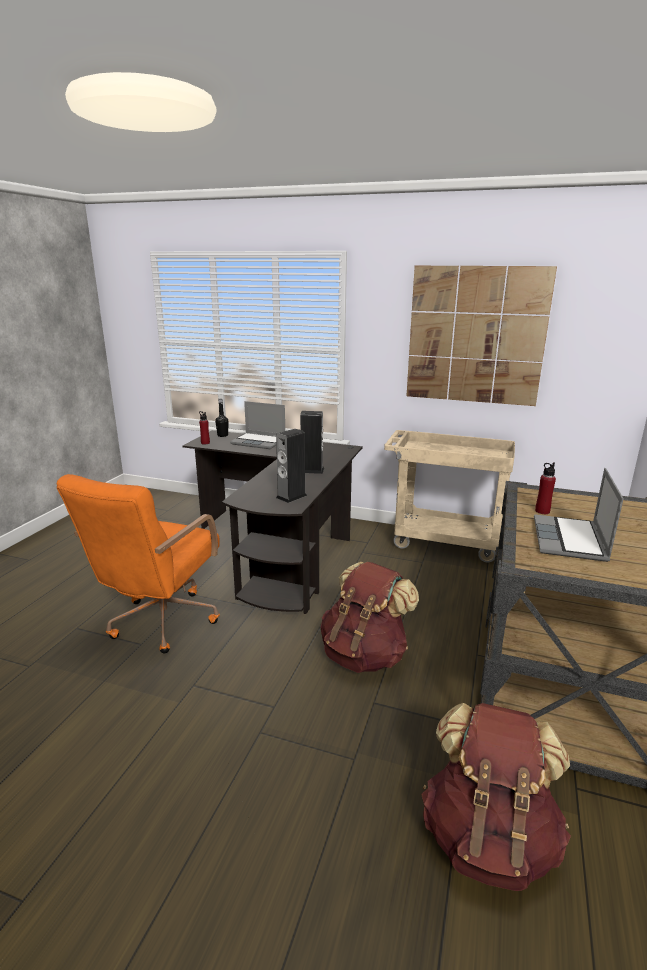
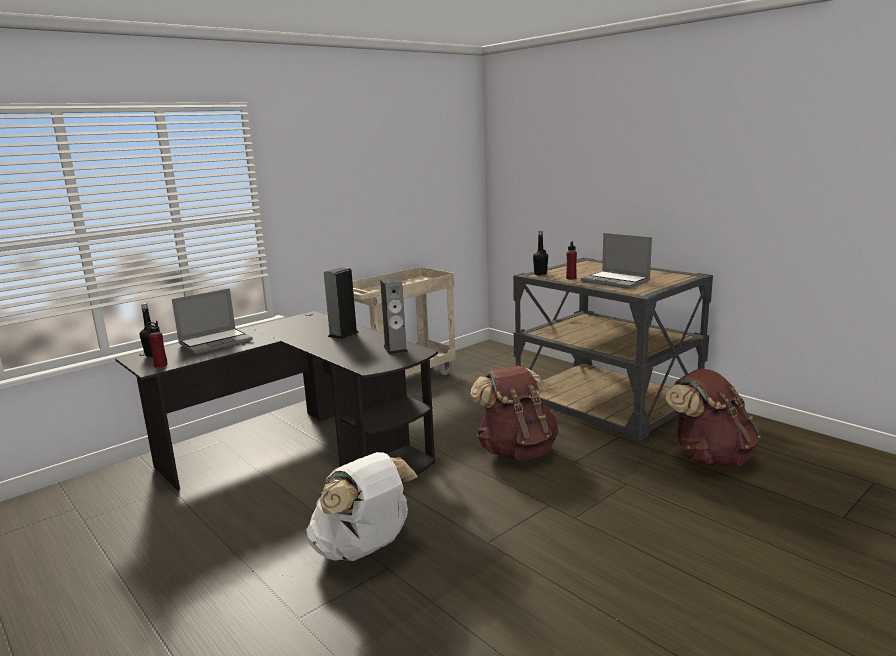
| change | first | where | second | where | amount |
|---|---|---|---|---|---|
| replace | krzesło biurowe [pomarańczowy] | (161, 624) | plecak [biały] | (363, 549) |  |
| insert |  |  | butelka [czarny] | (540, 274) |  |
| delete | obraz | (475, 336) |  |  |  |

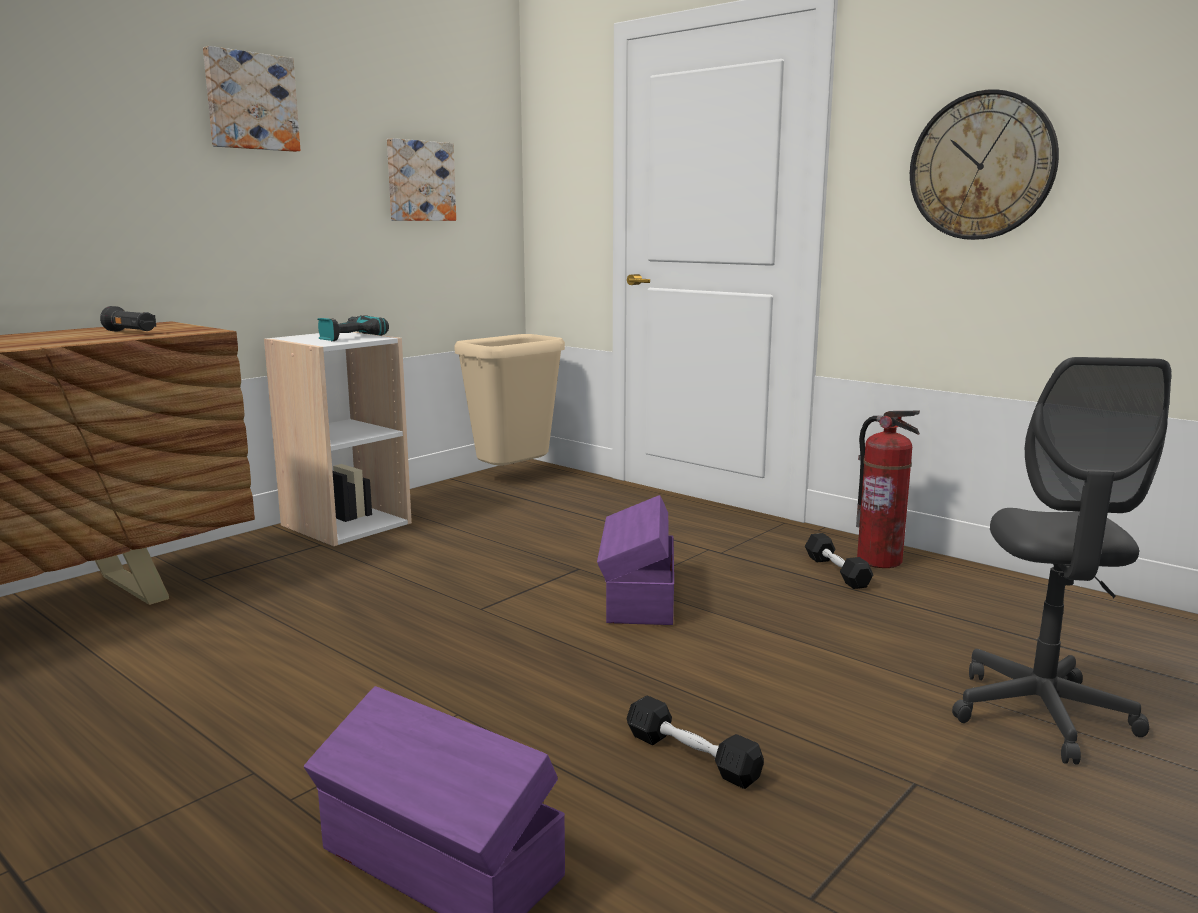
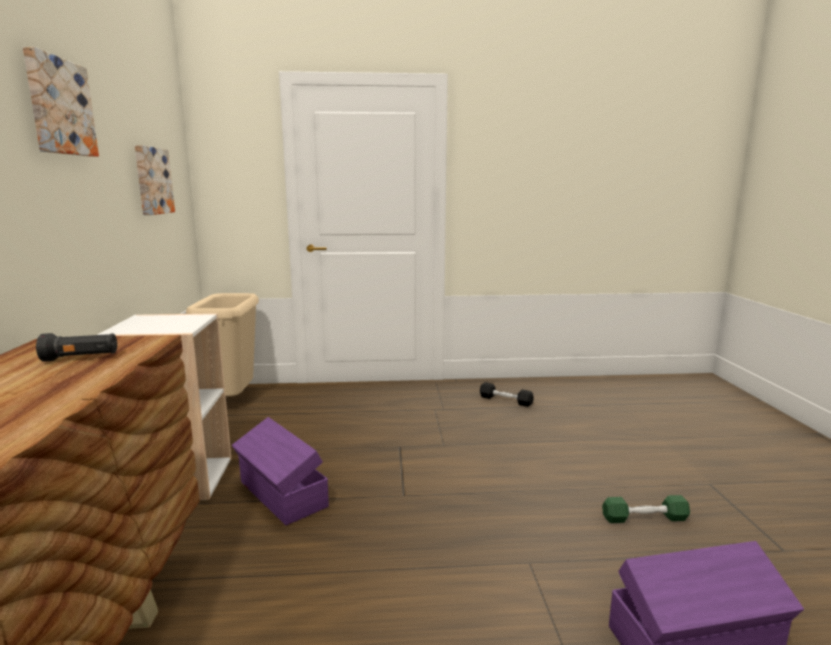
| change | first | where | second | where | amount |
|---|---|---|---|---|---|
| move | pojemnik do przechowywania [fioletowy] | (639, 596) |  | (282, 495) |  |
| recolor | hantel [czarny] | (692, 756) | hantel [zielony] | (644, 518) |  |
| delete | wiertarka | (348, 337) |  |  |  |
| delete | gaśnica | (879, 560) |  |  |  |
| delete | zegar ścienny | (982, 166) |  |  |  |
| delete | krzesło biurowe [szary] | (1041, 714) |  |  |  |

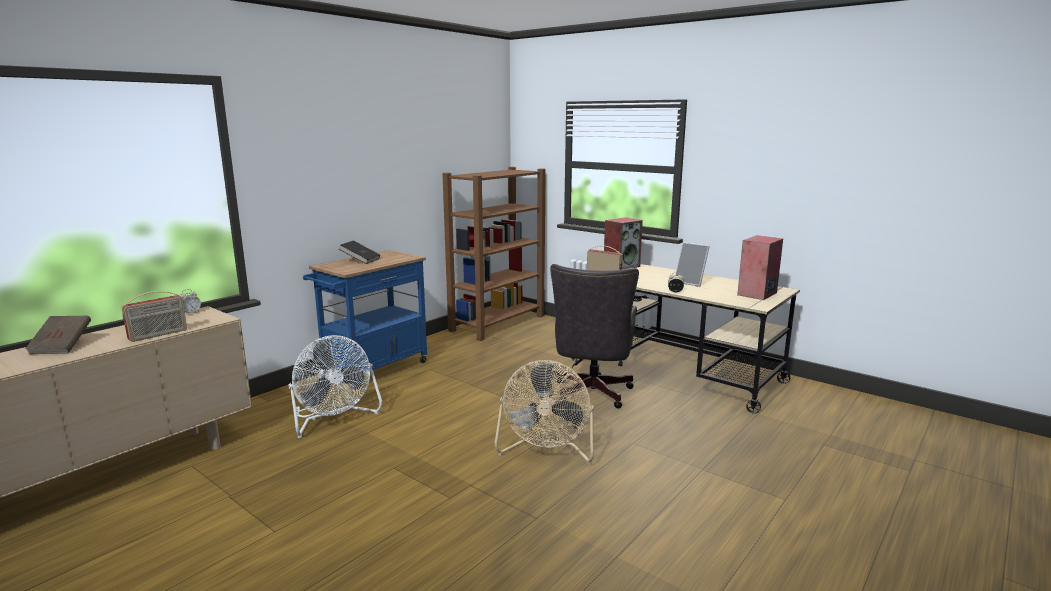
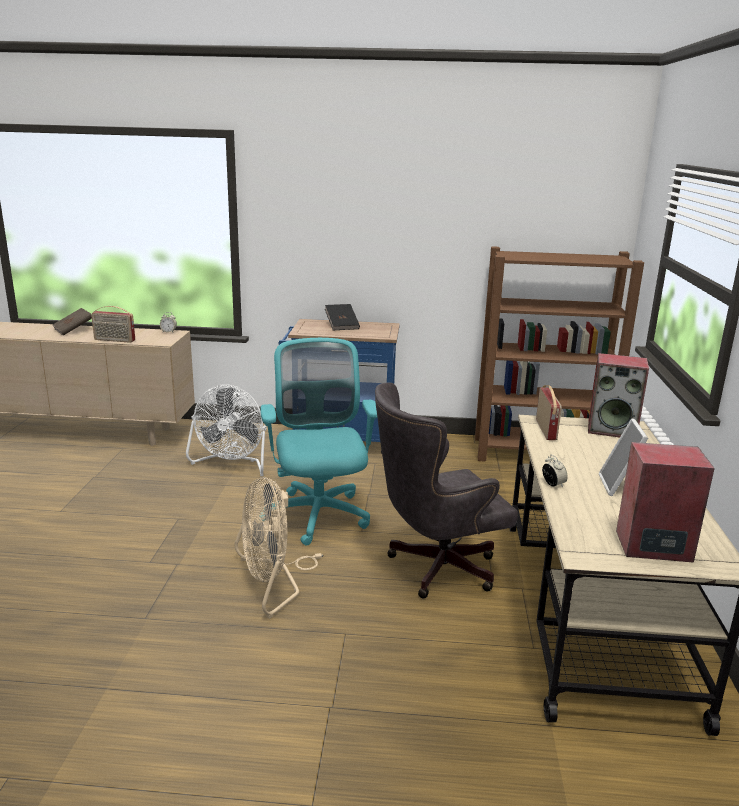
| change | first | where | second | where | amount |
|---|---|---|---|---|---|
| insert |  |  | krzesło biurowe [turkusowy] | (319, 519) |  |

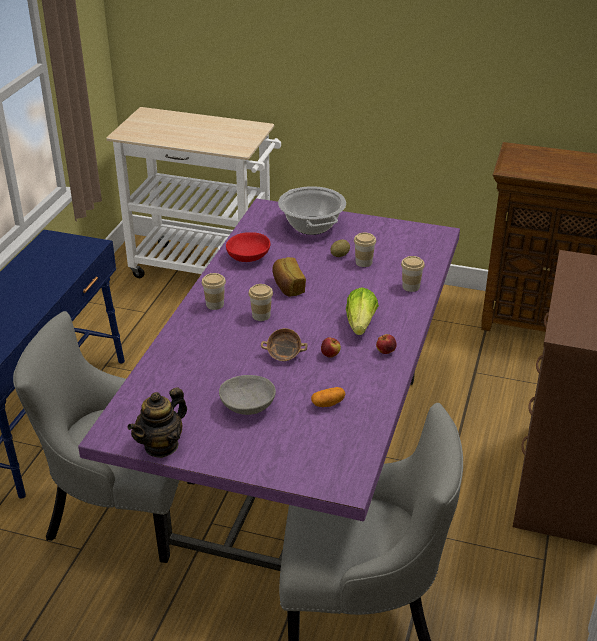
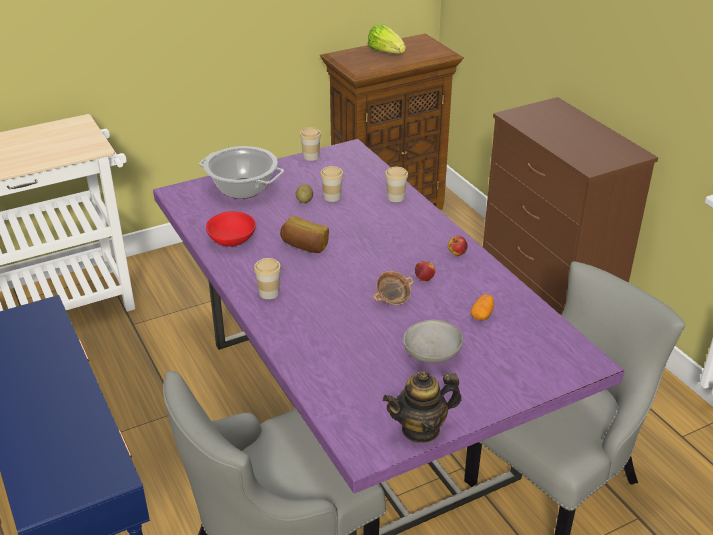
| change | first | where | second | where | amount |
|---|---|---|---|---|---|
| move | filiżanka | (261, 315) |  | (311, 156) |  |
| move | sałata | (360, 324) |  | (386, 52) |  |
| rotate | imbryk | (161, 445) |  | (421, 429) | 75 degrees clockwise |

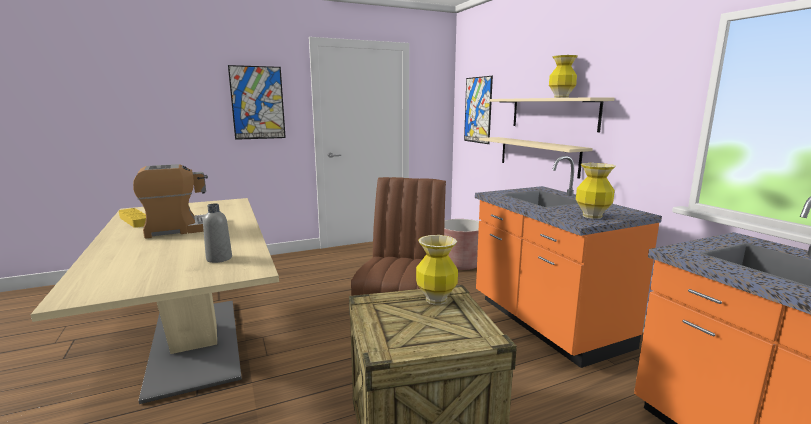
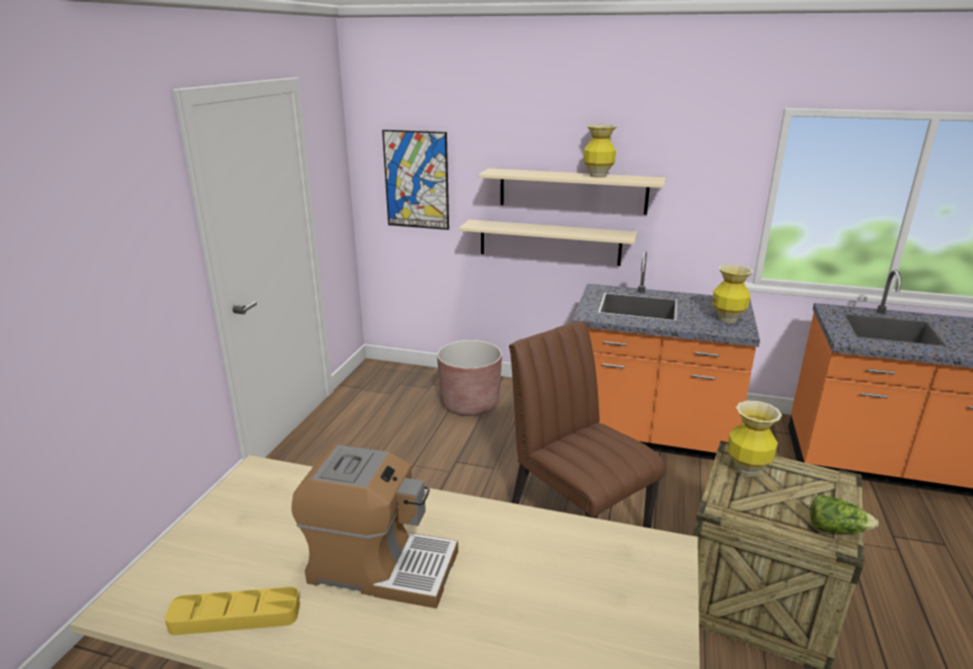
| change | first | where | second | where | amount |
|---|---|---|---|---|---|
| rotate | ekspres do kawy | (183, 228) |  | (381, 566) | 90 degrees clockwise |
| insert |  |  | sałata | (836, 529) |  |
| delete | butelka [szary] | (219, 259) |  |  |  |
| delete | obraz | (257, 103) |  |  |  |

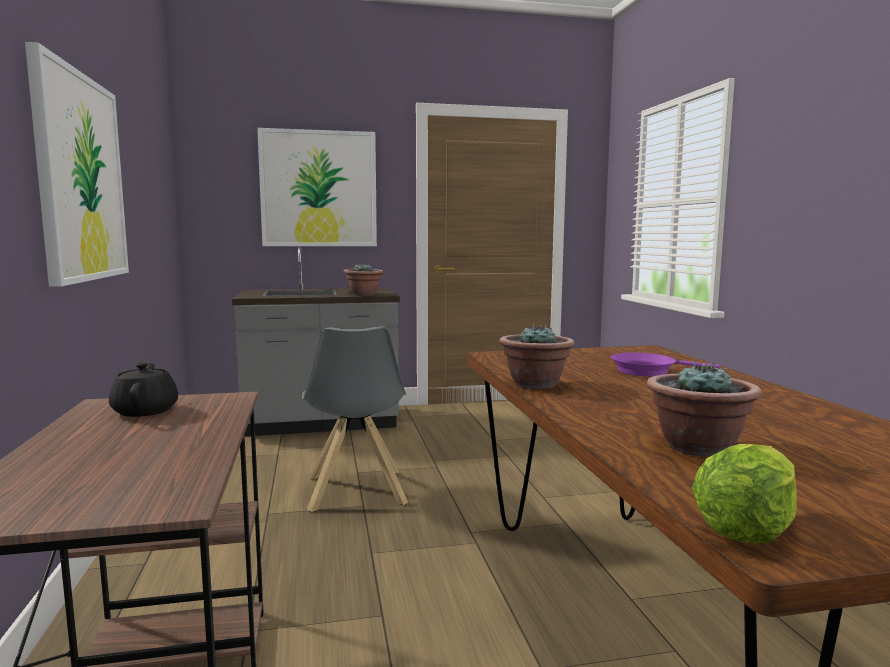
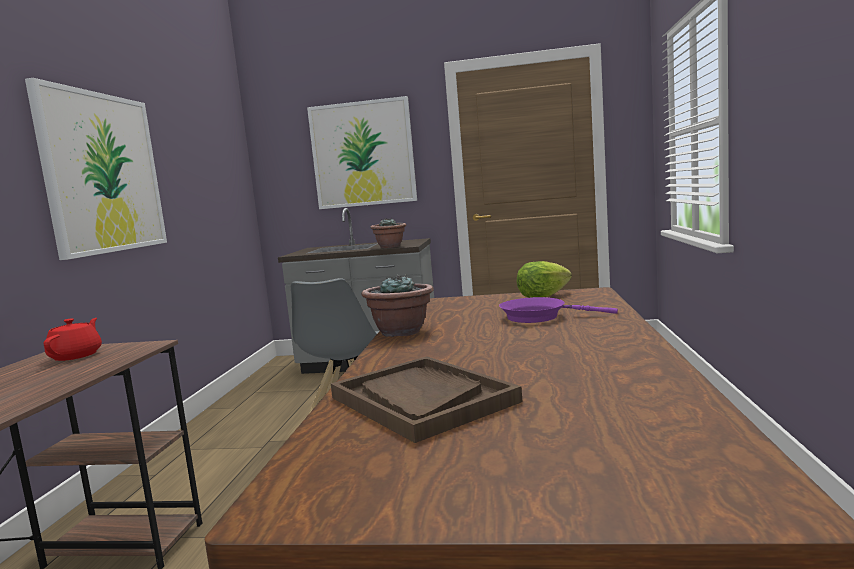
| change | first | where | second | where | amount |
|---|---|---|---|---|---|
| recolor | imbryk [czarny] | (146, 410) | imbryk [czerwony] | (77, 356) |  |
| replace | roślina doniczkowa | (697, 447) | taca [brązowy] | (421, 400) |  |
| move | sałata | (746, 528) |  | (542, 296) |  |

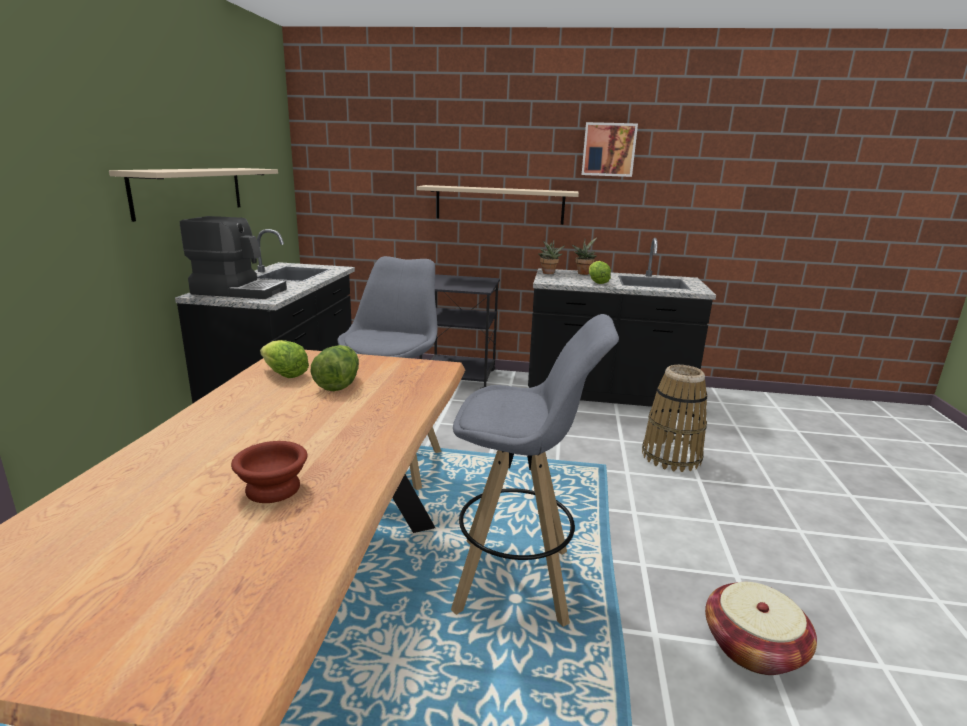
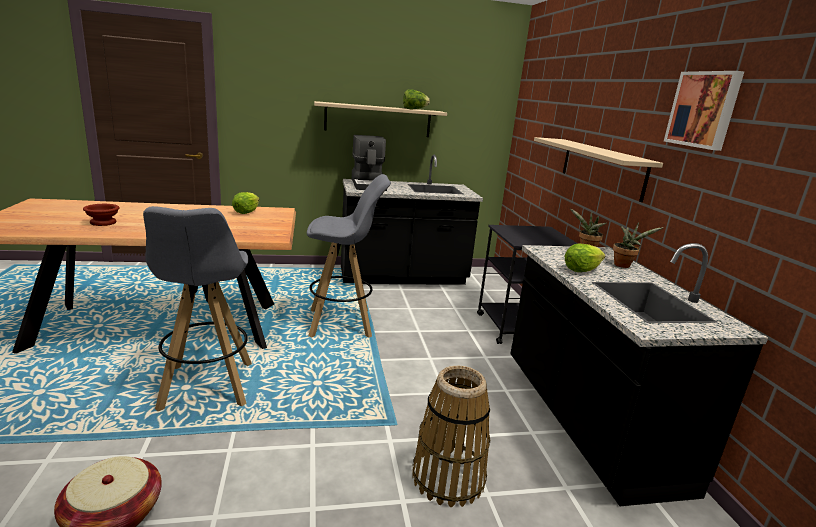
| change | first | where | second | where | amount |
|---|---|---|---|---|---|
| move | sałata | (338, 384) |  | (414, 109) |  |

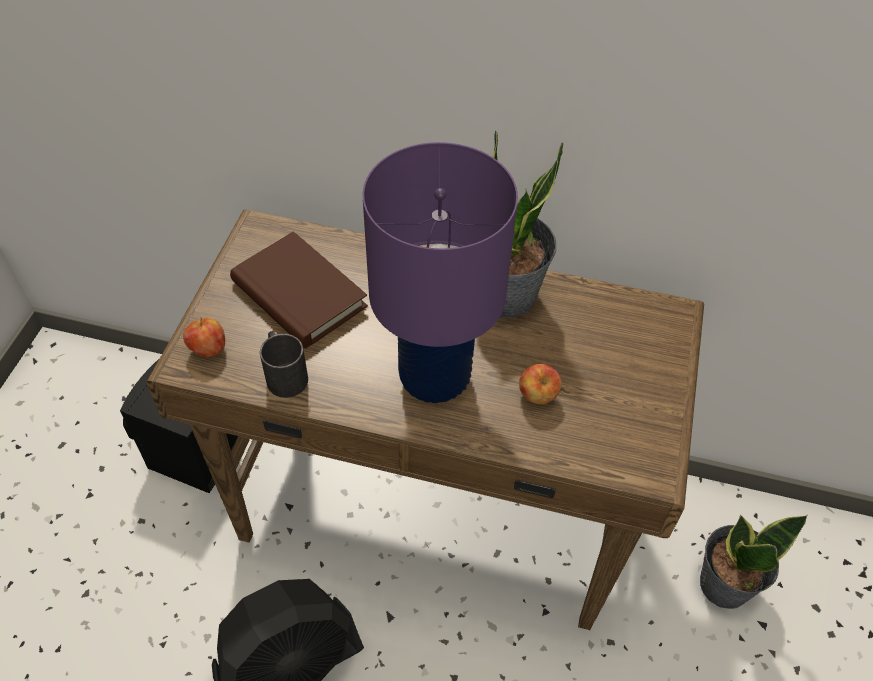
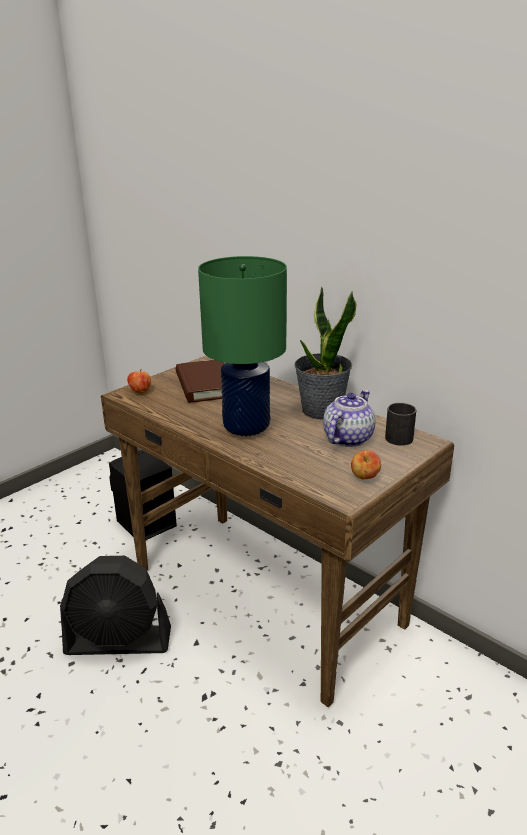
| change | first | where | second | where | amount |
|---|---|---|---|---|---|
| recolor | lampa stołowa [fioletowy] | (435, 381) | lampa stołowa [zielony] | (246, 430) |  |
| insert |  |  | imbryk | (347, 438) |  |
| move | jabłko | (537, 395) |  | (364, 478) |  |
| move | kubek [czarny] | (284, 373) |  | (398, 435) |  |
| delete | roślina doniczkowa | (723, 584) |  |  |  |

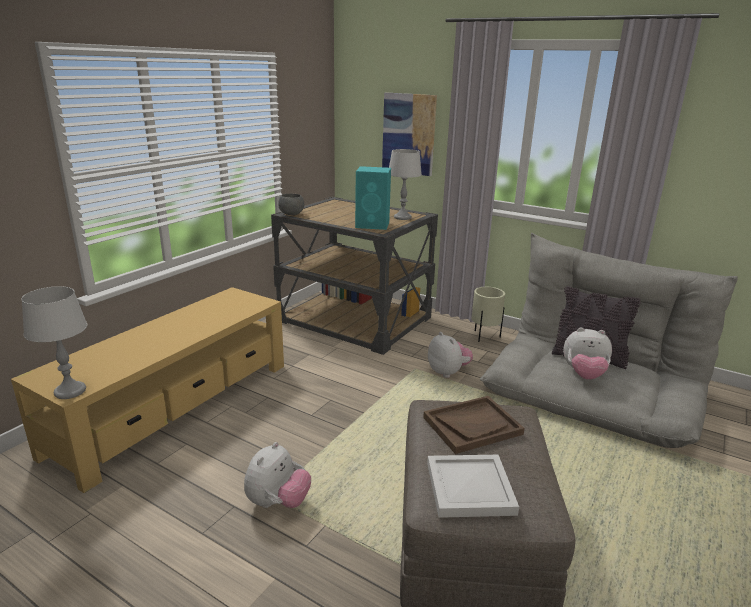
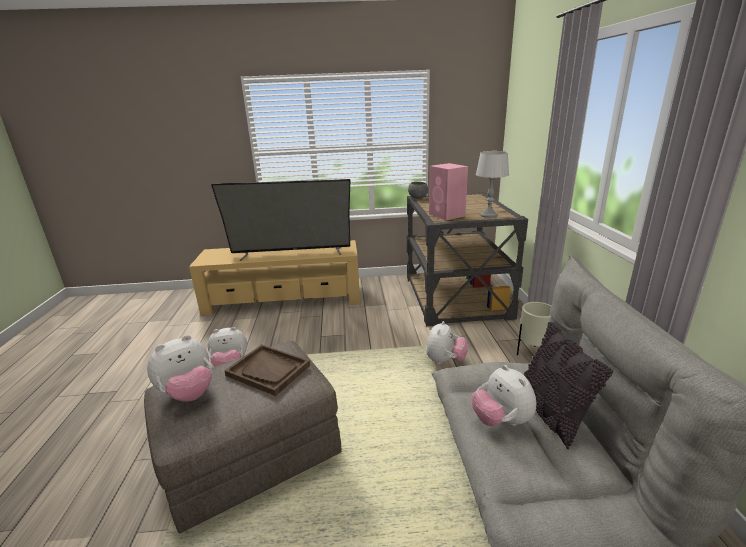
| change | first | where | second | where | amount |
|---|---|---|---|---|---|
| replace | taca [biały] | (468, 487) | pluszak | (188, 394) |  |
| insert |  |  | telewizor | (291, 253) |  |
| recolor | głośnik [turkusowy] | (373, 225) | głośnik [różowy] | (447, 215) |  |
| delete | lampa stołowa [szary] | (70, 391) |  |  |  |
| delete | obraz | (408, 134) |  |  |  |

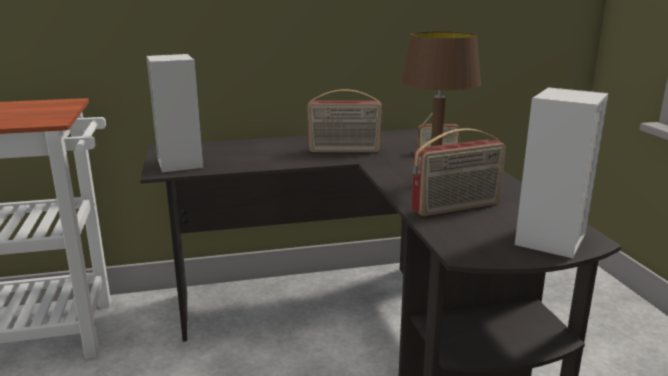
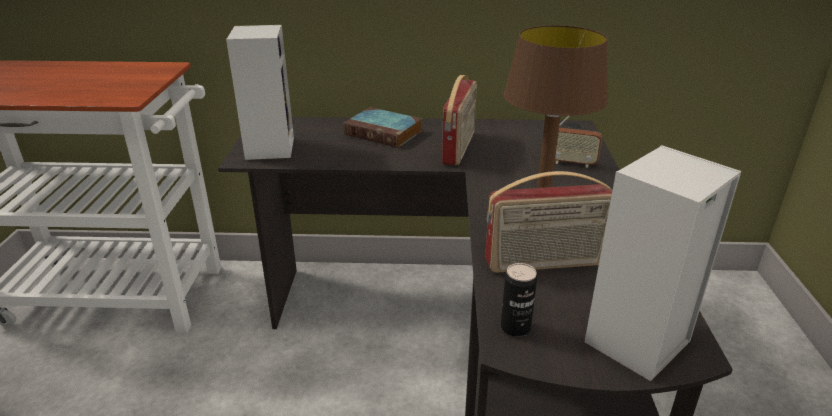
| change | first | where | second | where | amount |
|---|---|---|---|---|---|
| insert |  |  | książka | (385, 133) |  |
| rotate | radio | (344, 150) |  | (459, 148) | 90 degrees counterclockwise |
| insert |  |  | puszka | (515, 327) |  |

